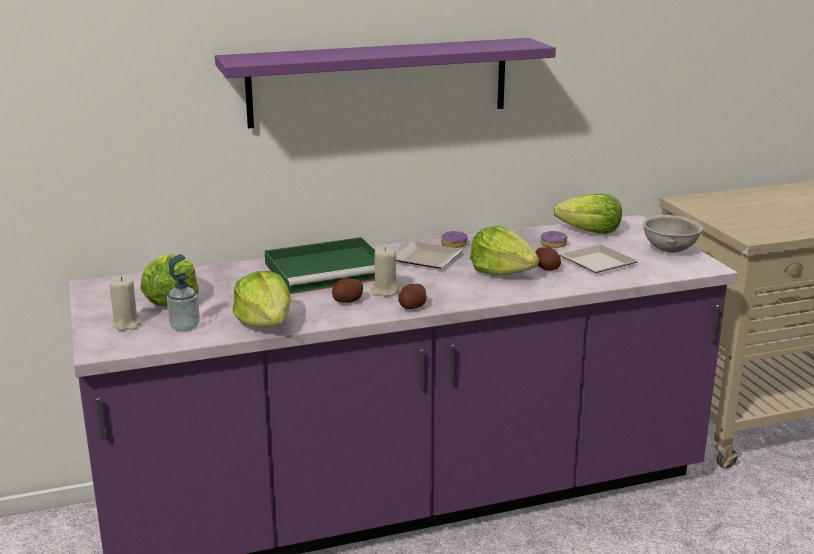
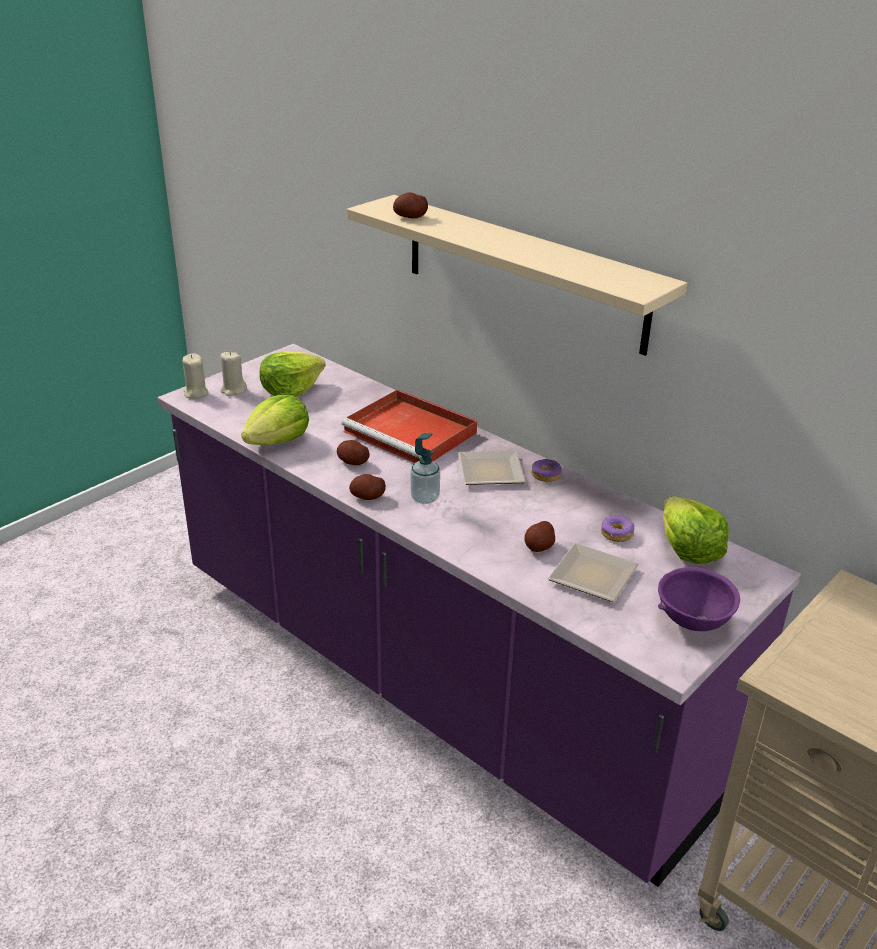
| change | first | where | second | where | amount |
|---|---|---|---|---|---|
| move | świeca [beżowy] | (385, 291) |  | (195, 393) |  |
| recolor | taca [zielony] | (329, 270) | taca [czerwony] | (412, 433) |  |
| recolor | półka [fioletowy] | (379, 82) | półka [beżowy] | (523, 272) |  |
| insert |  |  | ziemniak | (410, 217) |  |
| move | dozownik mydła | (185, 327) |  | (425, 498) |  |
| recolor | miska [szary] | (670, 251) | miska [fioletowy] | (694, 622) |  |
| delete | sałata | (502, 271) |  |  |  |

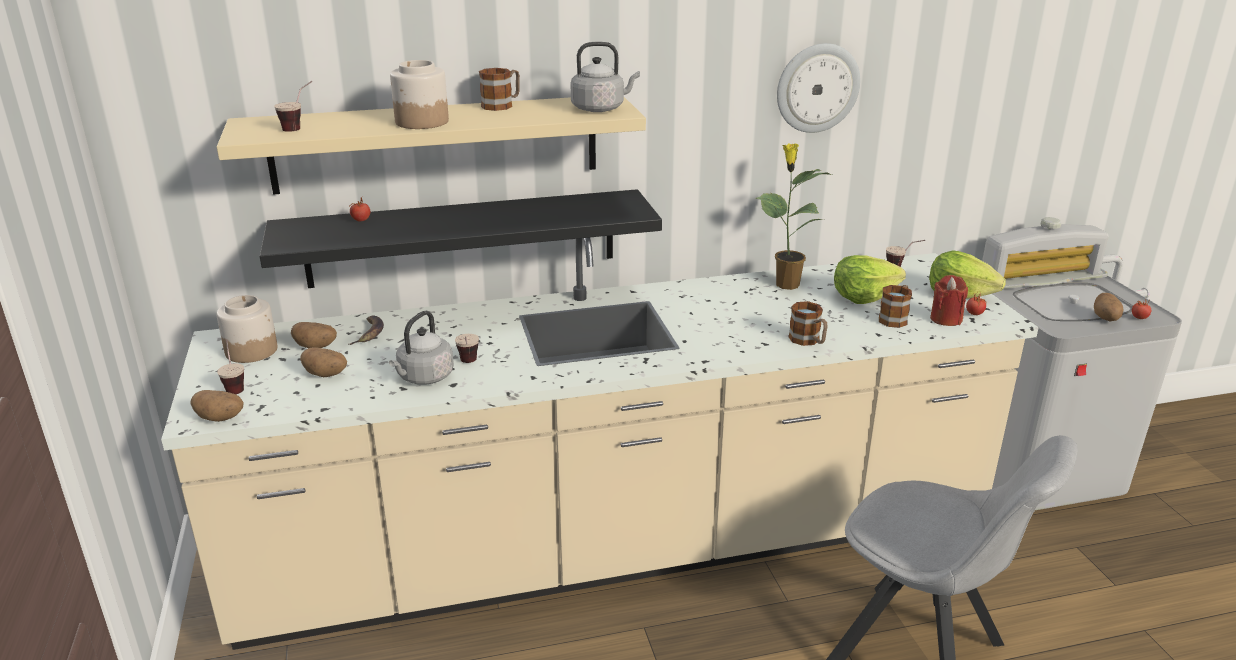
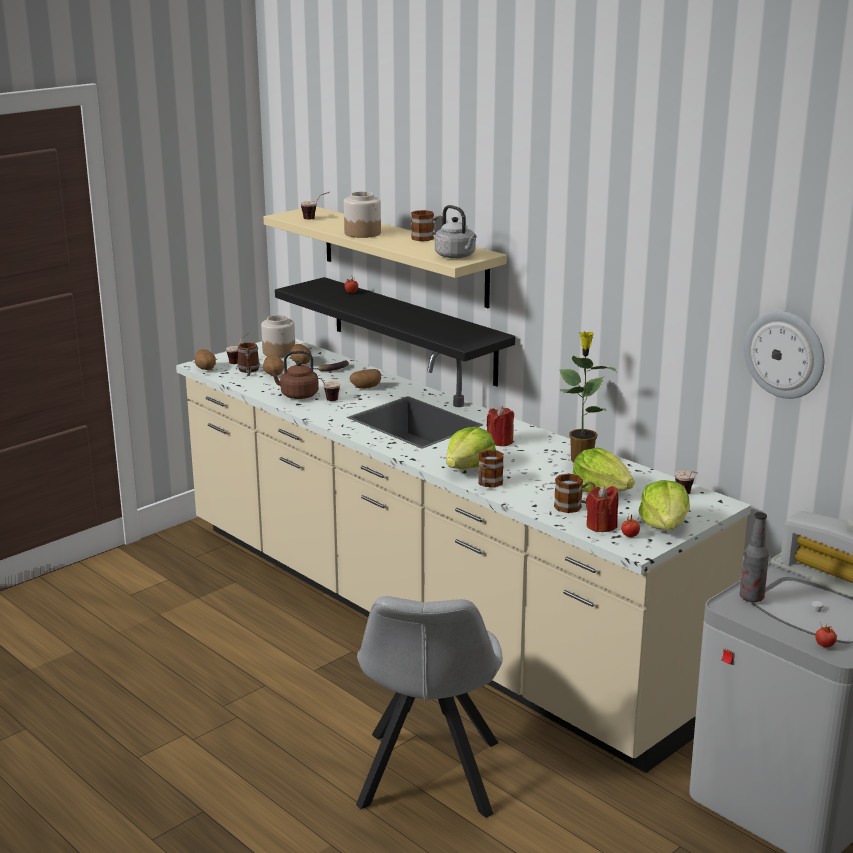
| change | first | where | second | where | amount |
|---|---|---|---|---|---|
| insert |  |  | kubek | (248, 371) |  |
| recolor | czajnik [szary] | (424, 378) | czajnik [brązowy] | (297, 395) |  |
| move | ziemniak | (1106, 318) |  | (365, 387) |  |
| insert |  |  | sałata | (468, 467) |  |
| insert |  |  | świeca [czerwony] | (500, 441) |  |
| insert |  |  | butelka | (751, 598) |  |
| move | zegar ścienny | (817, 88) |  | (785, 354) |  |

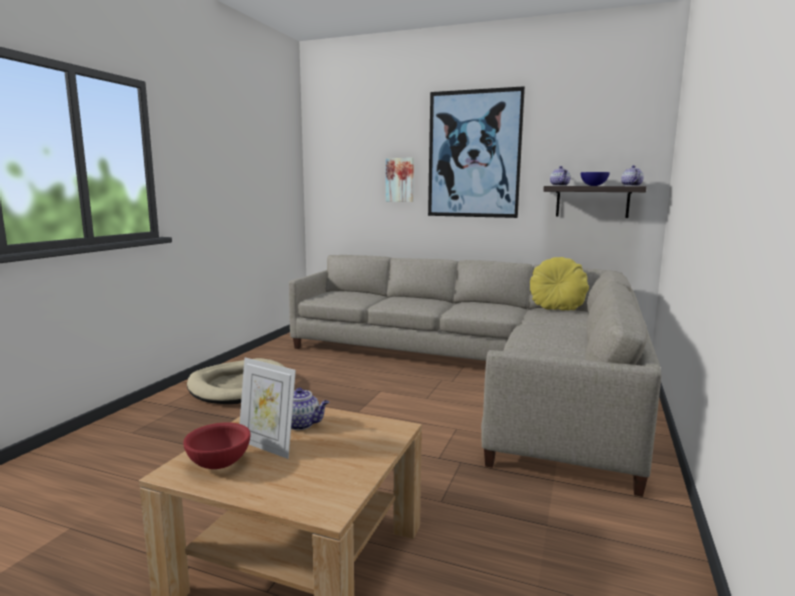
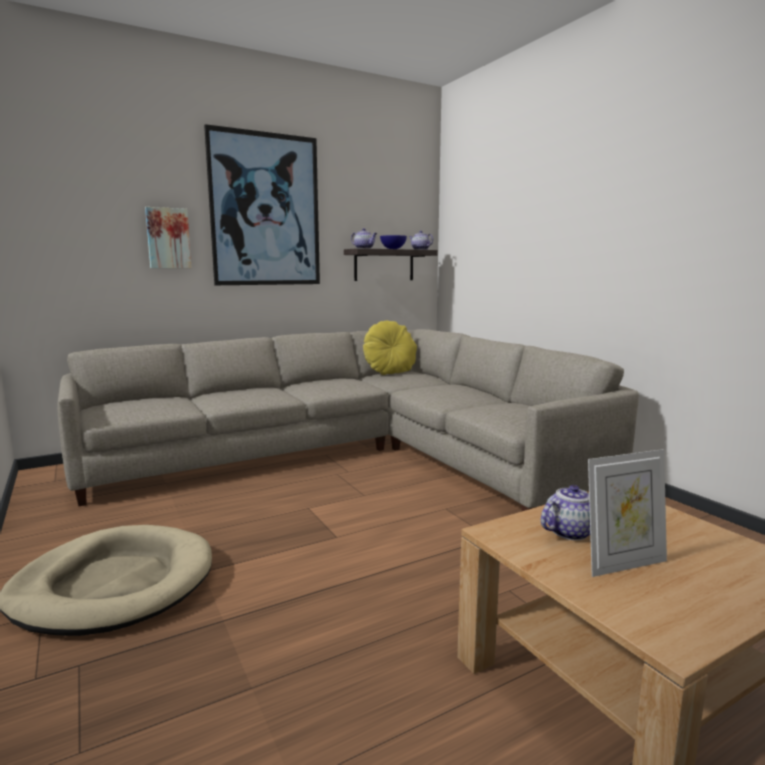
| change | first | where | second | where | amount |
|---|---|---|---|---|---|
| delete | miska [czerwony] | (218, 464) |  |  |  |

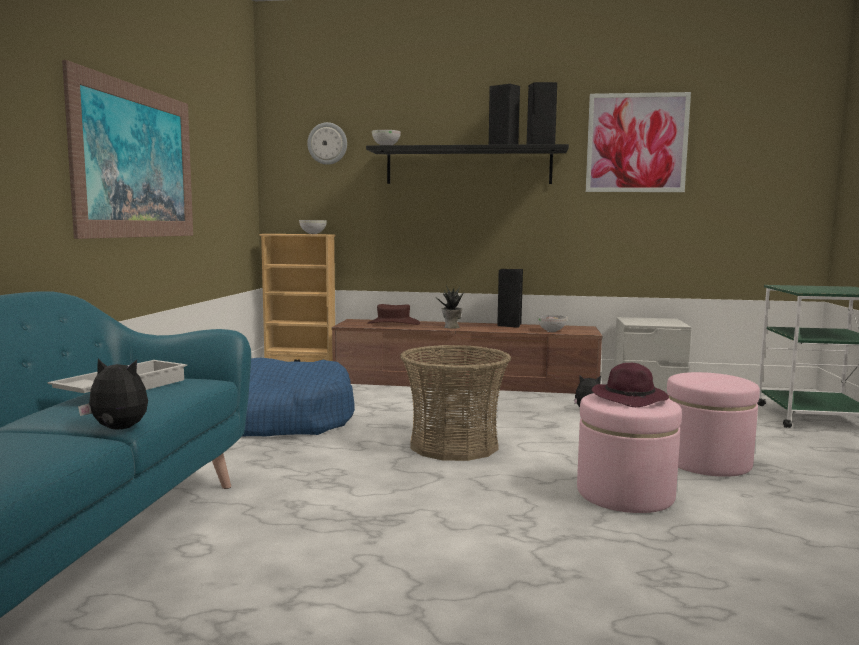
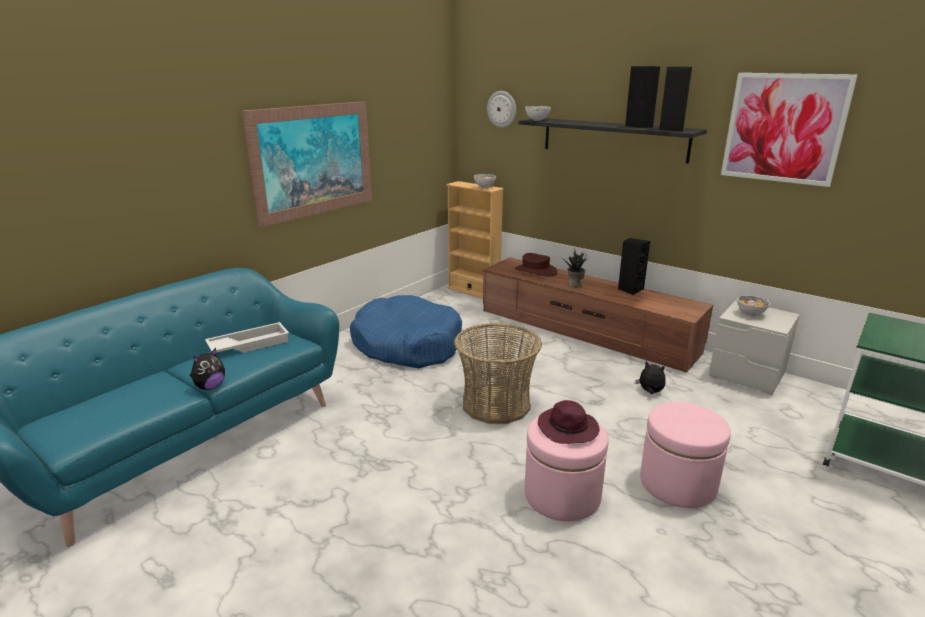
| change | first | where | second | where | amount |
|---|---|---|---|---|---|
| rotate | pluszak | (118, 429) |  | (210, 387) | 90 degrees clockwise |
| move | miska | (552, 331) |  | (750, 314) |  |

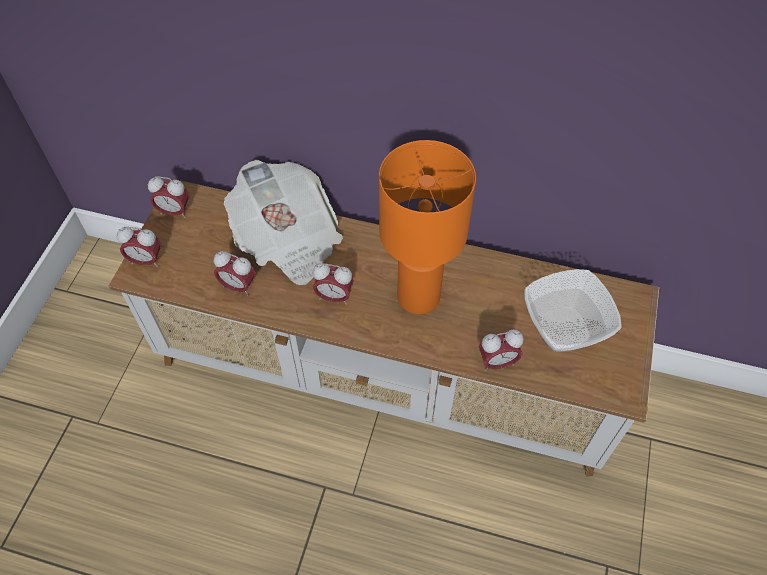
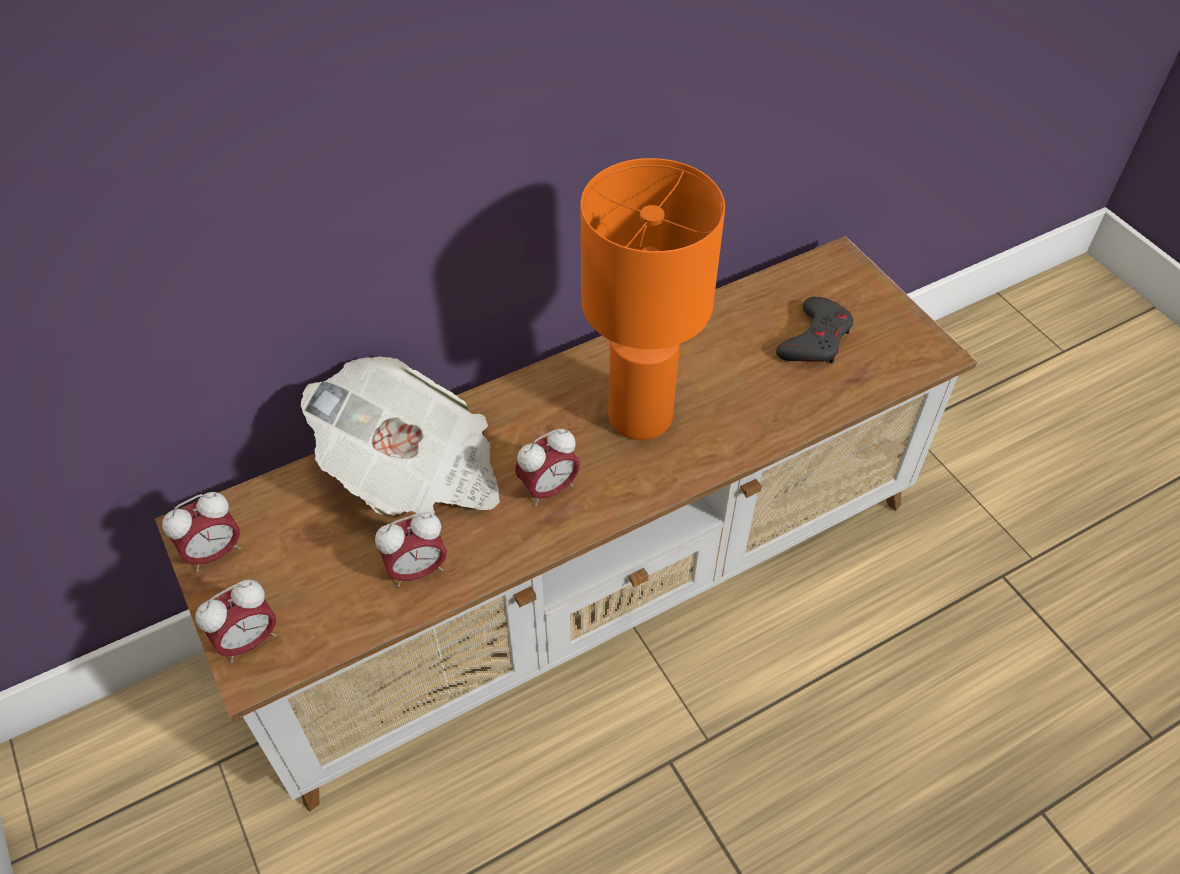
| change | first | where | second | where | amount |
|---|---|---|---|---|---|
| replace | miska | (563, 330) | pad do gier [szary] | (815, 339) |  |
| delete | budzik | (497, 362) |  |  |  |

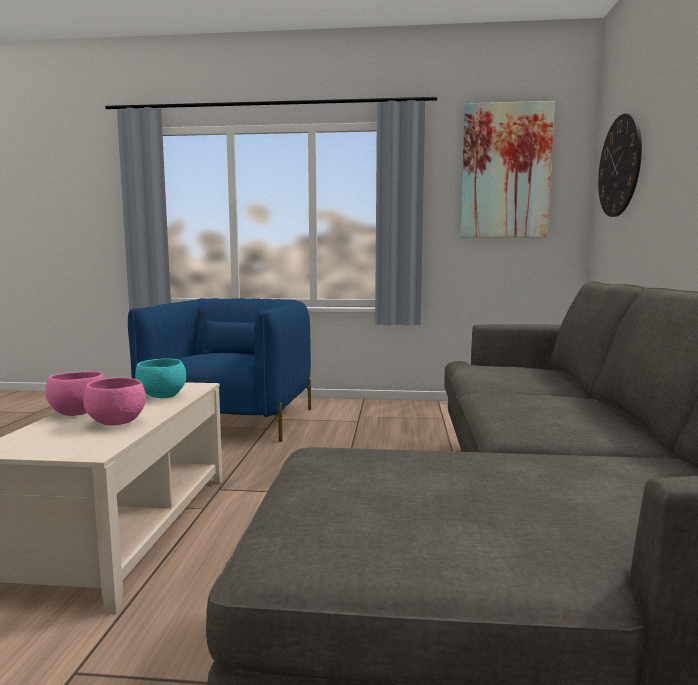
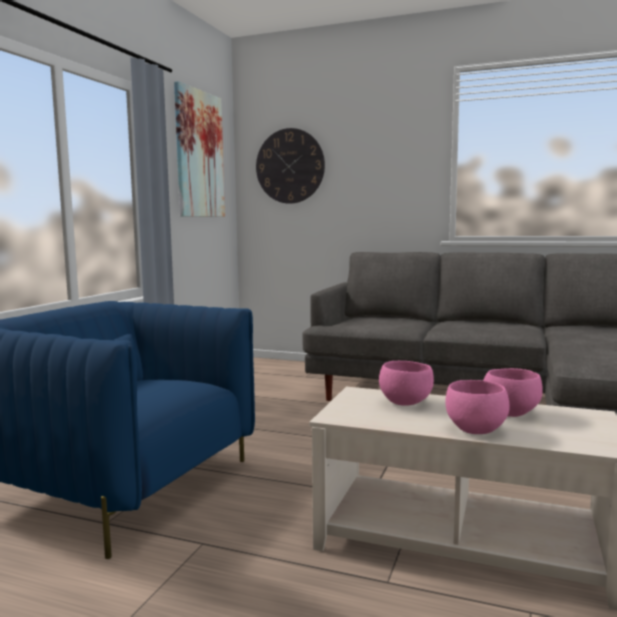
| change | first | where | second | where | amount |
|---|---|---|---|---|---|
| recolor | miska [turkusowy] | (163, 396) | miska [różowy] | (406, 402) |  |

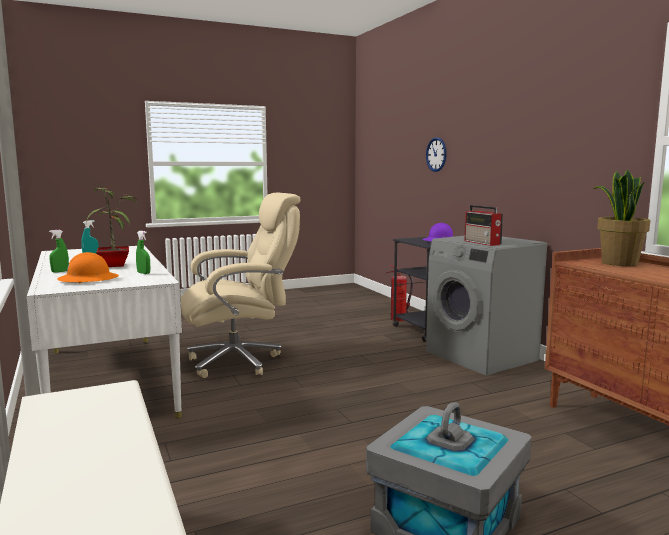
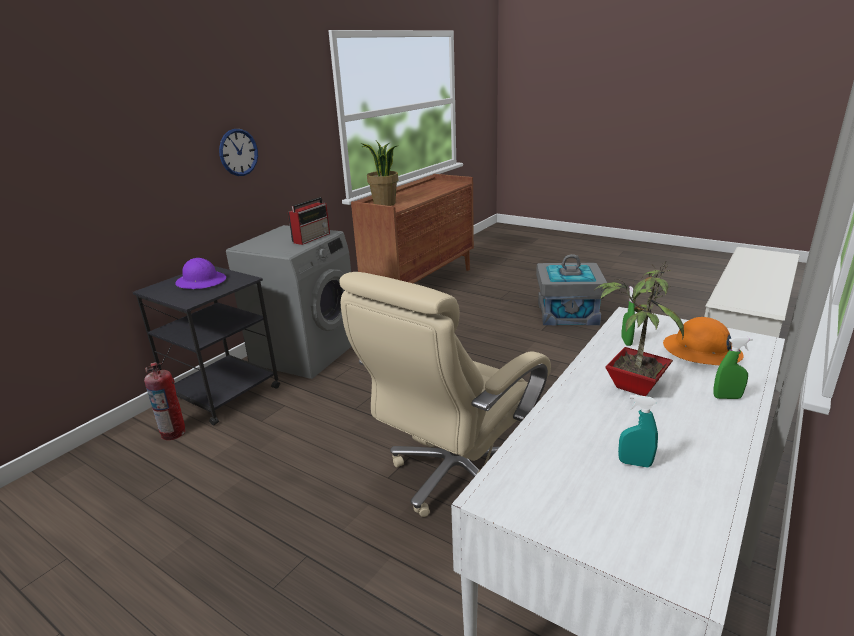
| change | first | where | second | where | amount |
|---|---|---|---|---|---|
| move | zegar ścienny | (436, 154) |  | (238, 152) |  |
| rotate | krzesło biurowe [beżowy] | (240, 361) |  | (452, 480) | 90 degrees counterclockwise |

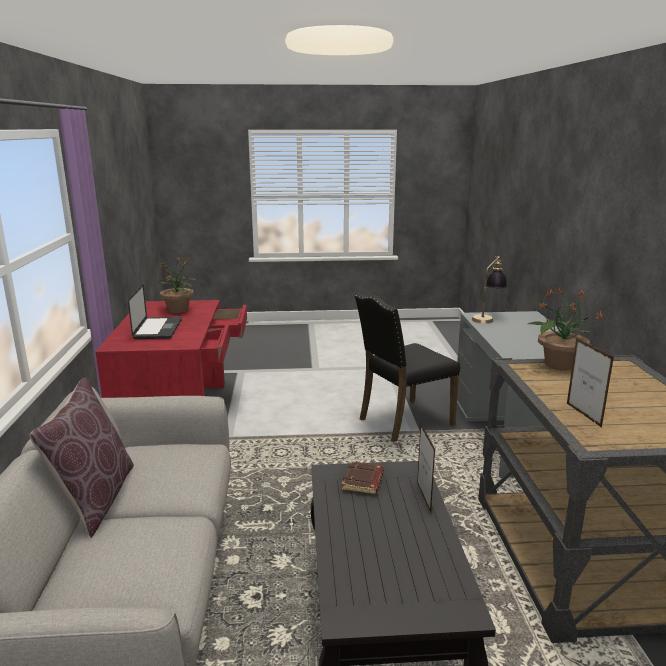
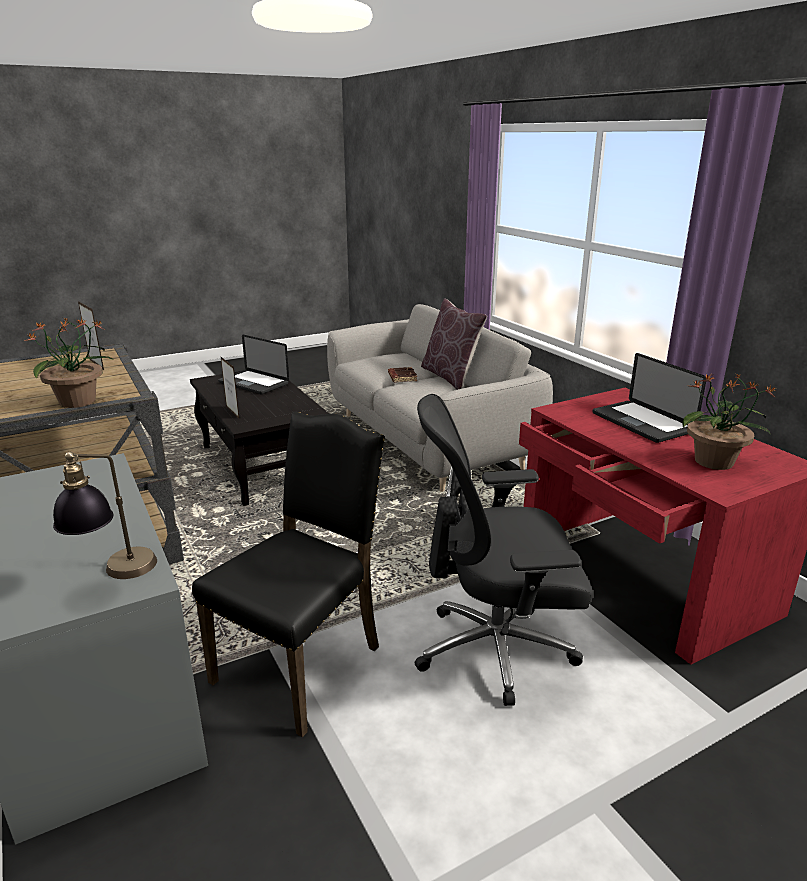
| change | first | where | second | where | amount |
|---|---|---|---|---|---|
| insert |  |  | laptop | (253, 383) |  |
| move | książka [brązowy] | (363, 482) |  | (401, 377) |  |
| insert |  |  | krzesło biurowe | (497, 650) |  |

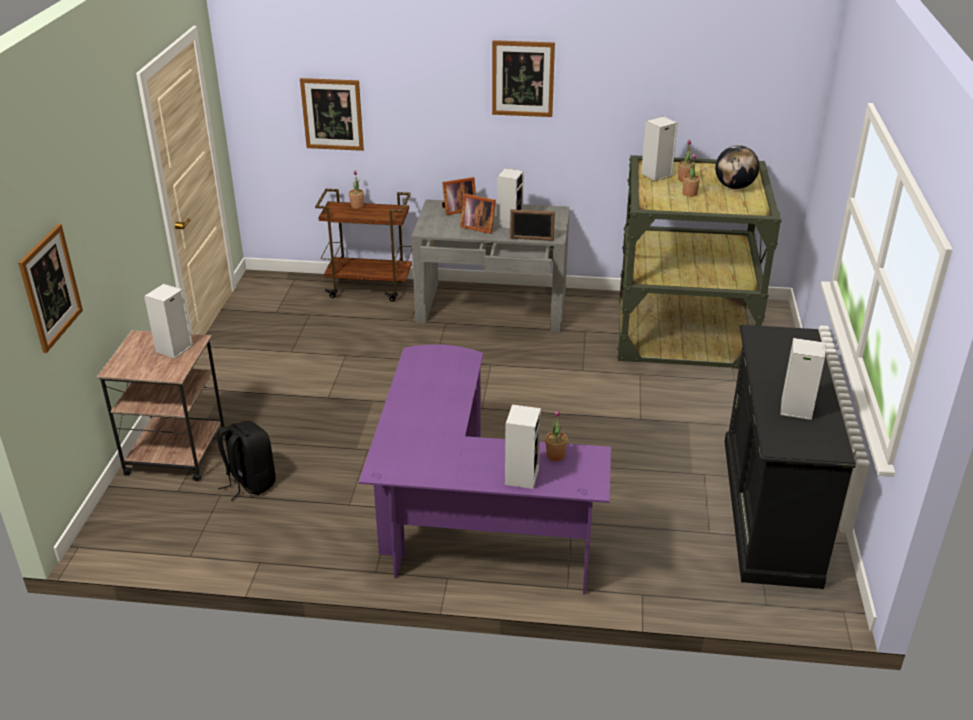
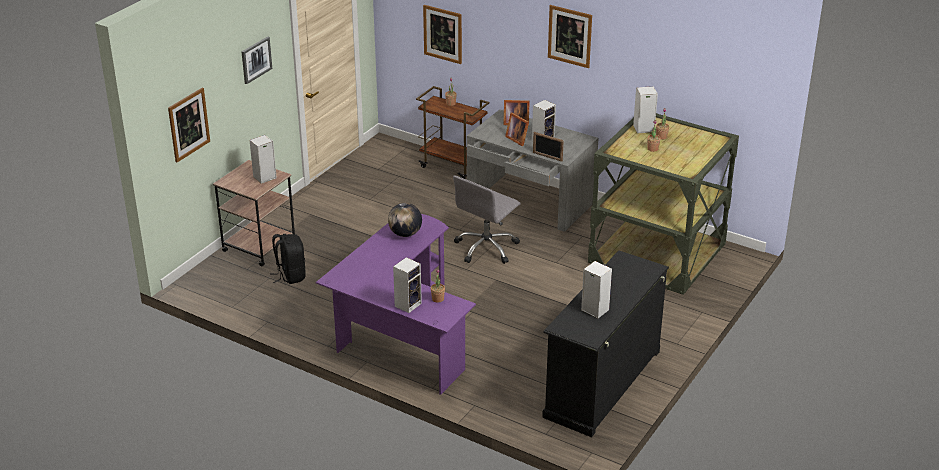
| change | first | where | second | where | amount |
|---|---|---|---|---|---|
| insert |  |  | obraz | (256, 59) |  |
| move | globus | (734, 187) |  | (405, 234) |  |
| insert |  |  | krzesło biurowe [szary] | (486, 248) |  |

